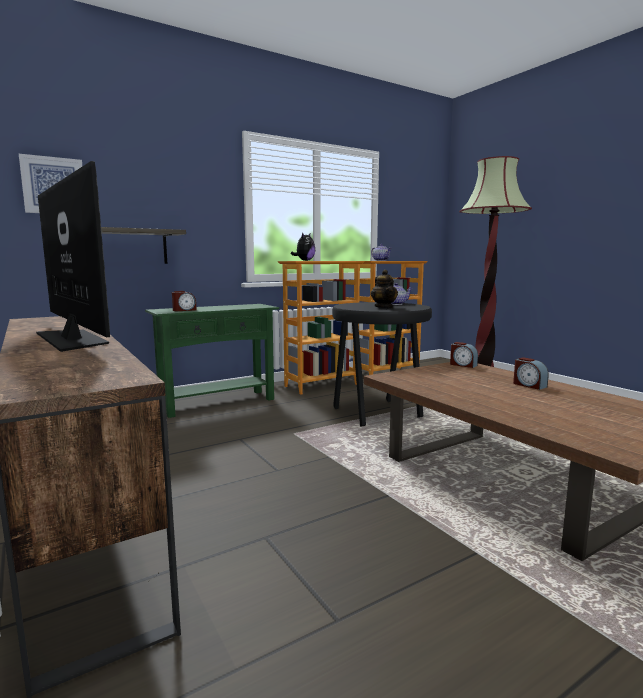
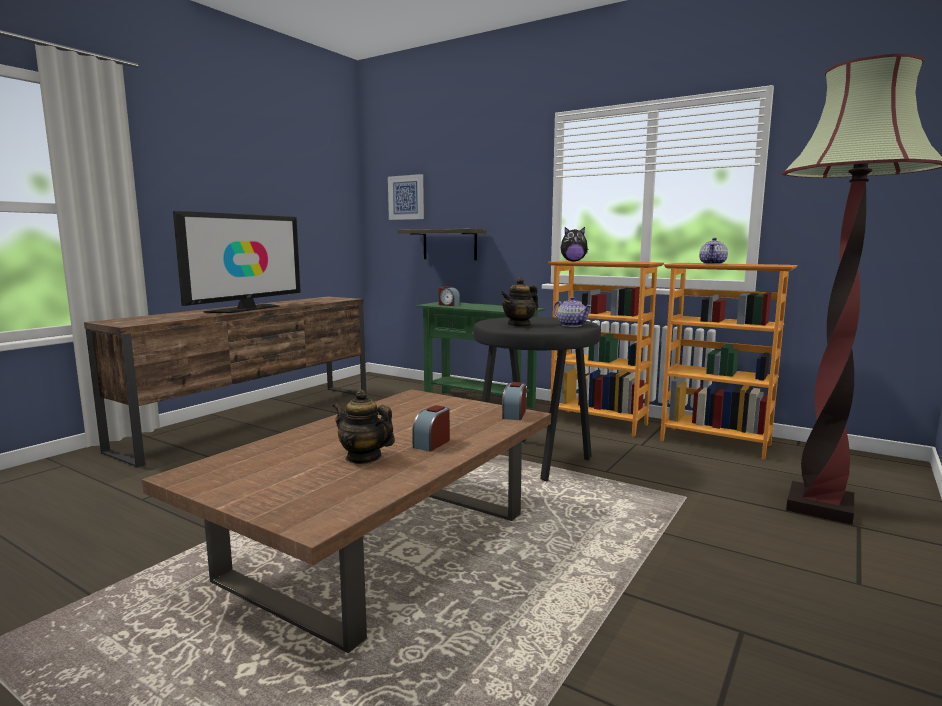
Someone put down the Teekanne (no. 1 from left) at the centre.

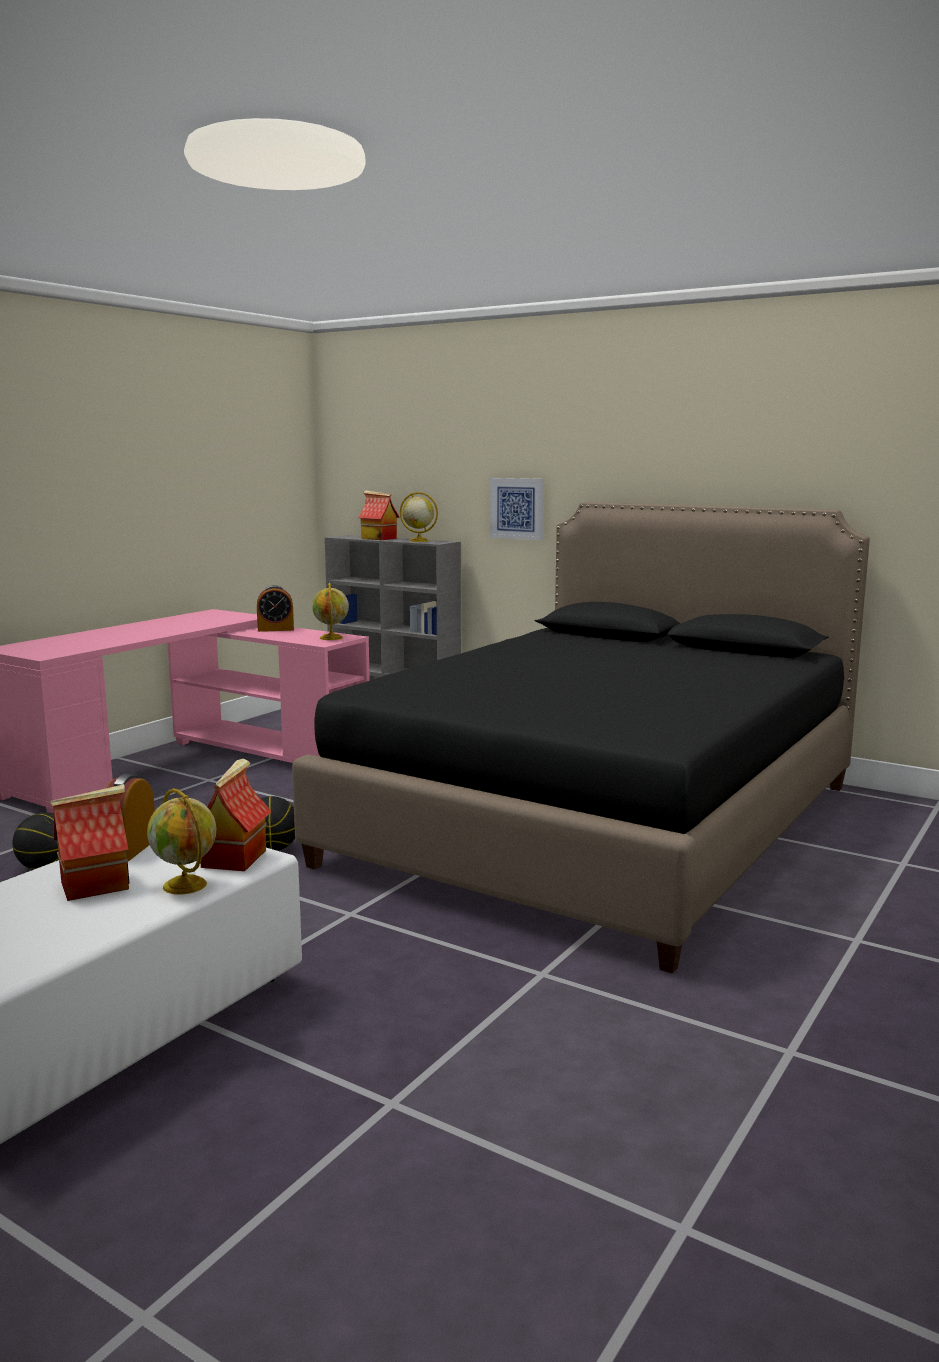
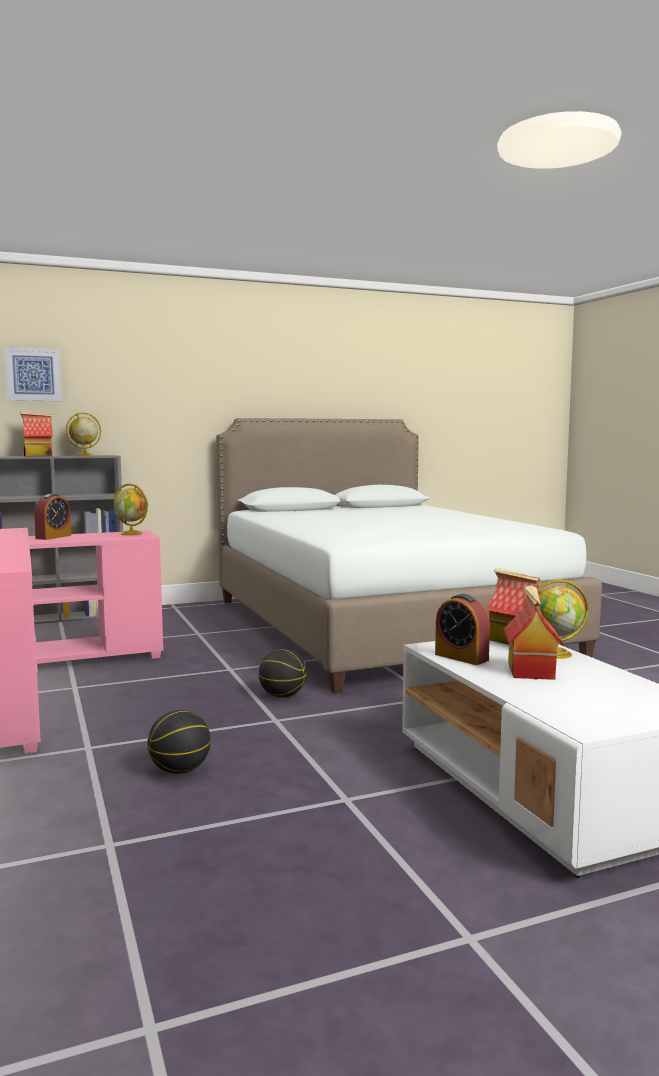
Someone carried the Bild from the centre to the middle left.
Someone repainted the Bett [schwarz] at the centre, which became the Bett [weiß] at the centre.

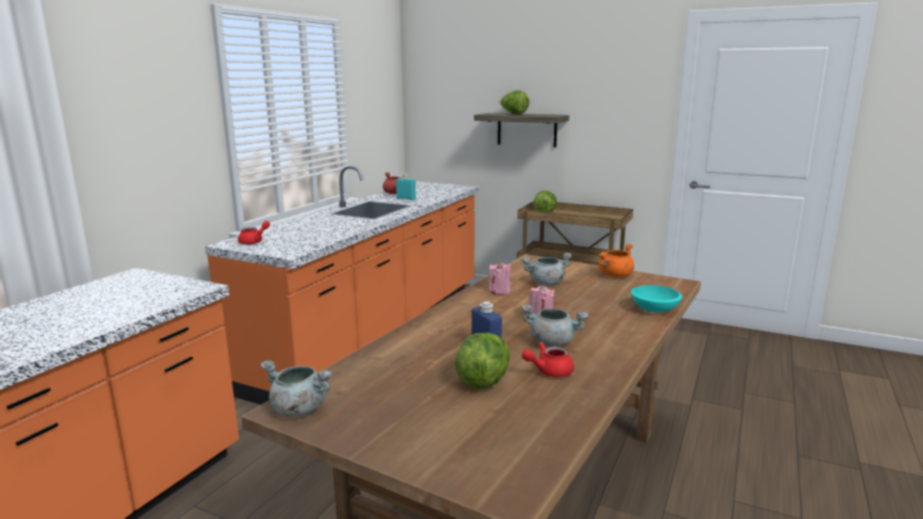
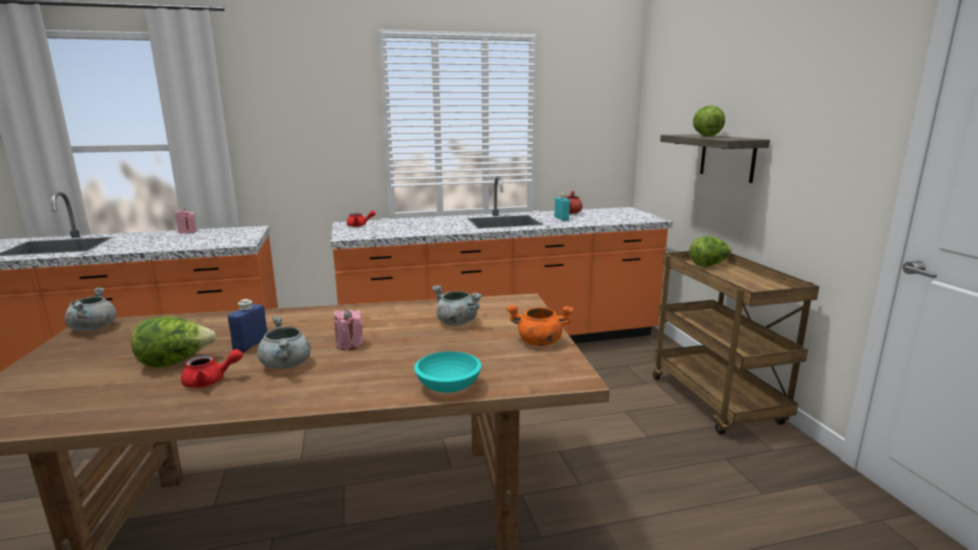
Someone carried the Kerze [rosa] (no. 1 from left) from the centre to the middle left.
Someone rotated the Teekanne [rot] (no. 2 from left in the first image) at the bottom centre by 135 degrees clockwise.

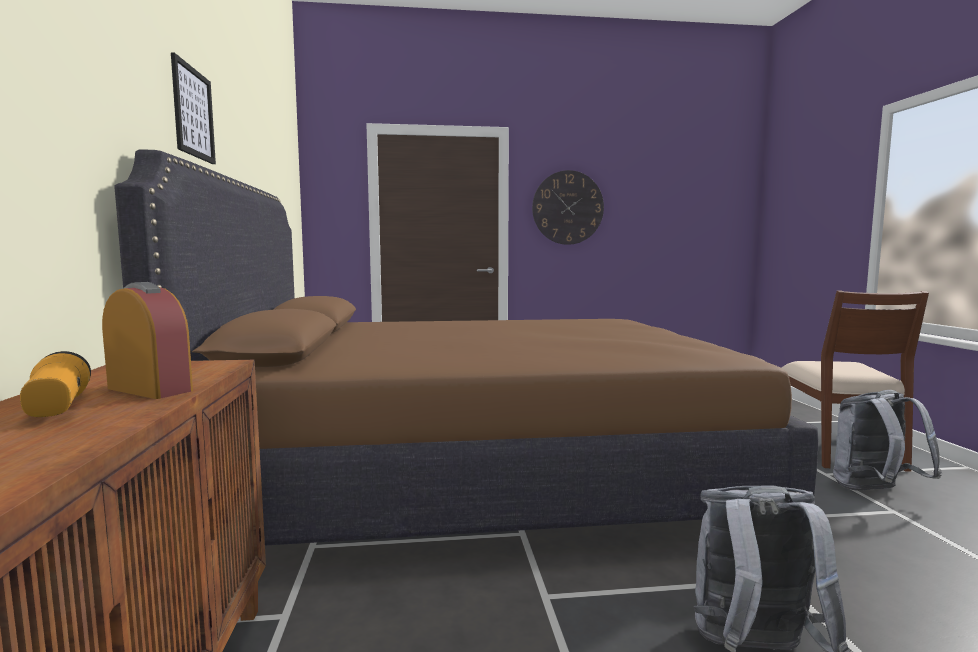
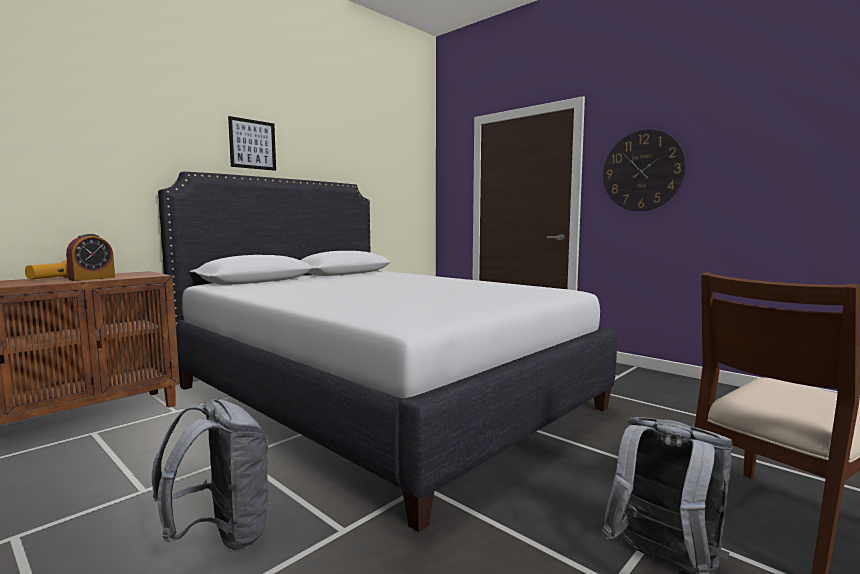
Someone repainted the Bett [braun] at the centre, which became the Bett [weiß] at the centre.
Someone rotated the Wecker at the middle left by 45 degrees clockwise.

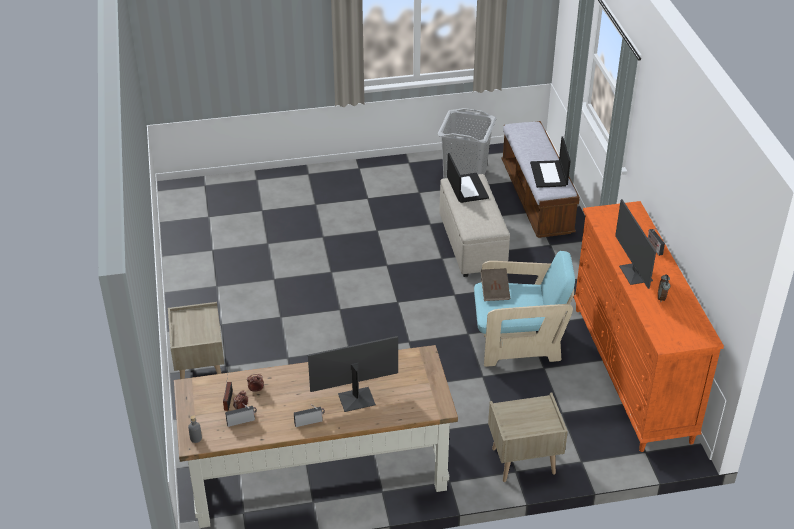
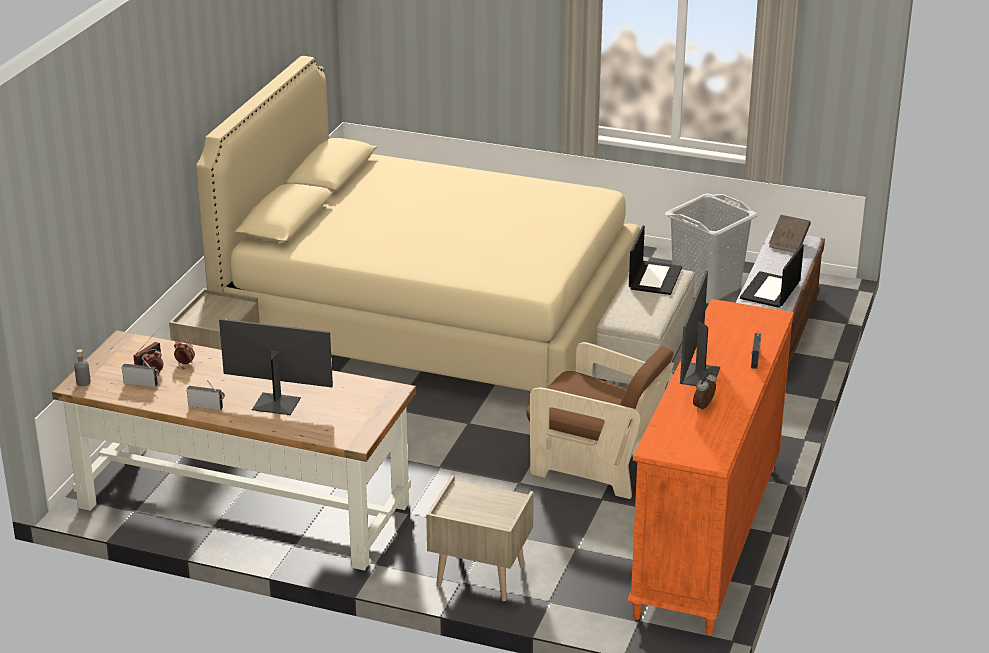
Someone repainted the Sessel [türkis] at the centre, which became the Sessel [braun] at the centre.
Someone carried the Buch [braun] from the centre to the middle right.
Someone put down the Bett [beige] at the centre.

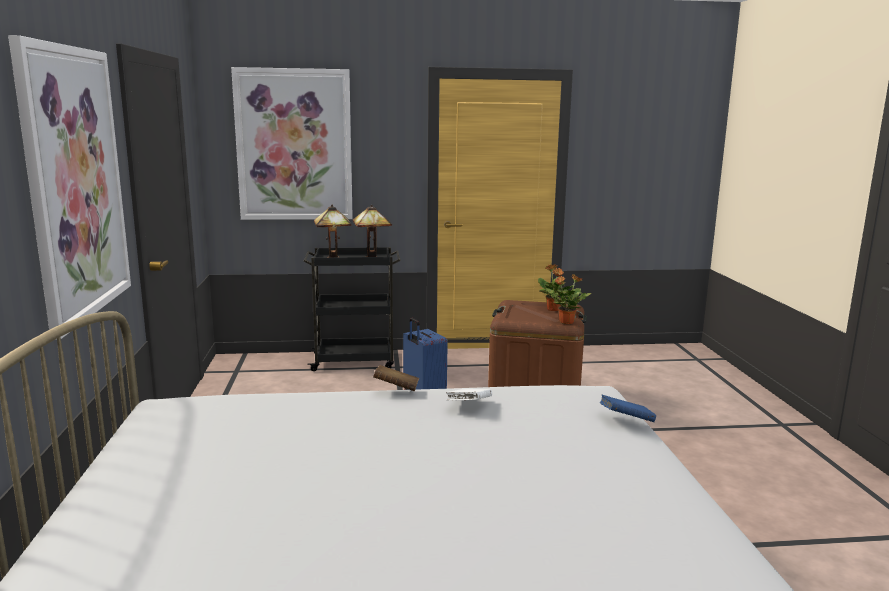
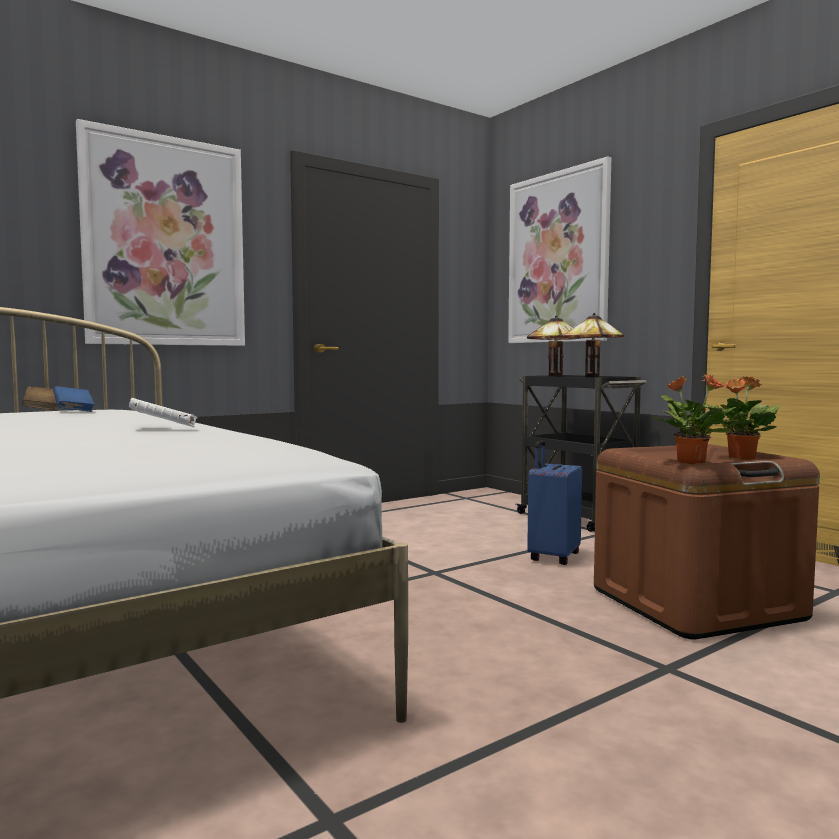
Someone carried the Buch [braun] from the centre to the middle left.
Someone carried the Buch [blau] from the bottom right to the middle left.

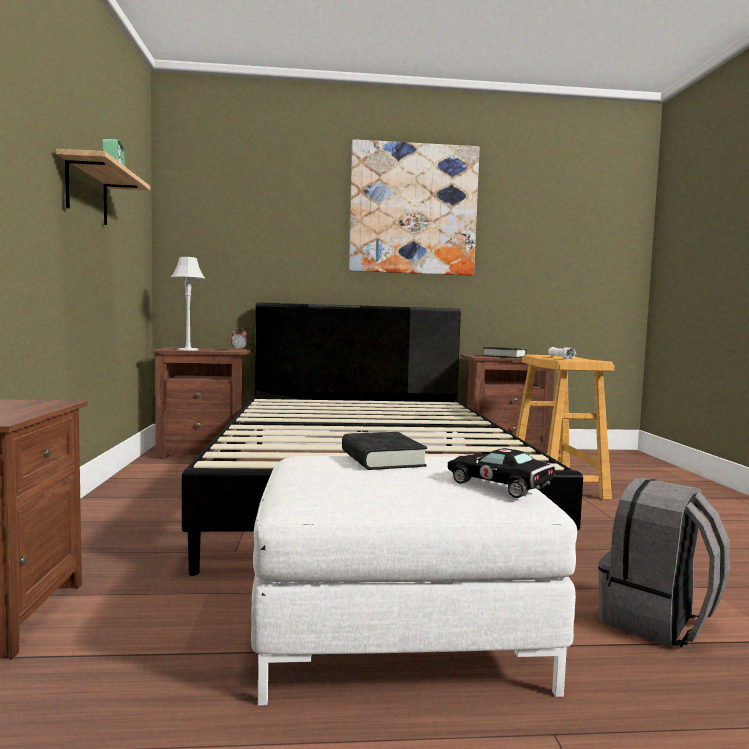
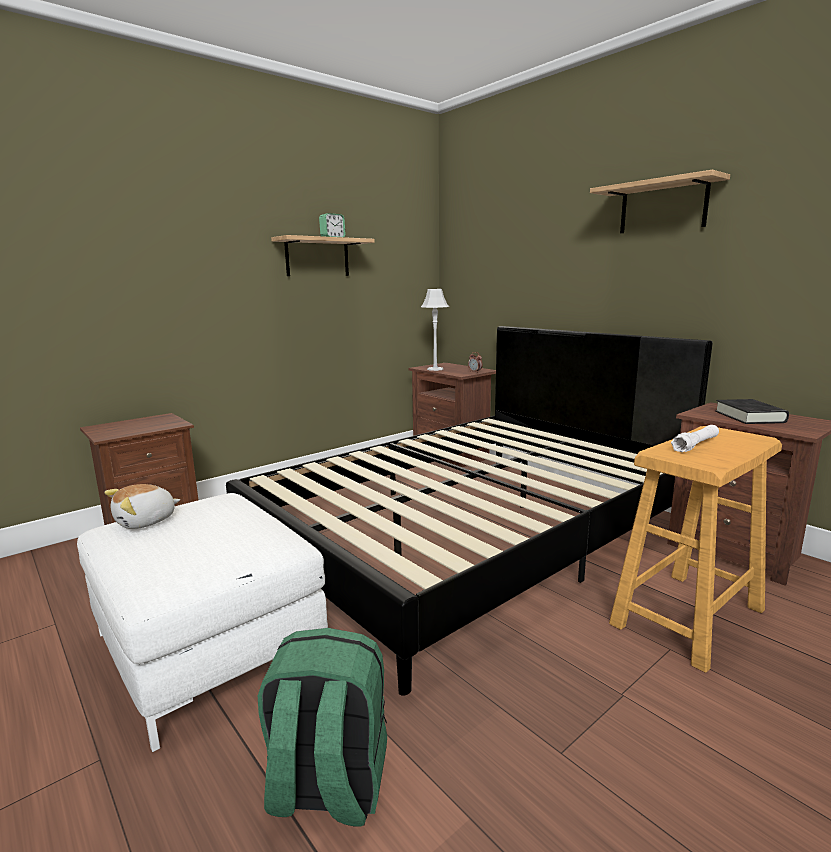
Someone swapped the Bild at the top centre for the Wandregal (no. 2 from left) at the top right.
Someone took away the Buch [schwarz] (no. 1 from left) at the centre.
Someone took away the Spielzeugauto [schwarz] at the middle right.
Someone repainted the Rucksack [grau] at the bottom right, which became the Rucksack [grün] at the bottom centre.
Someone put down the Plüschtier at the middle left.

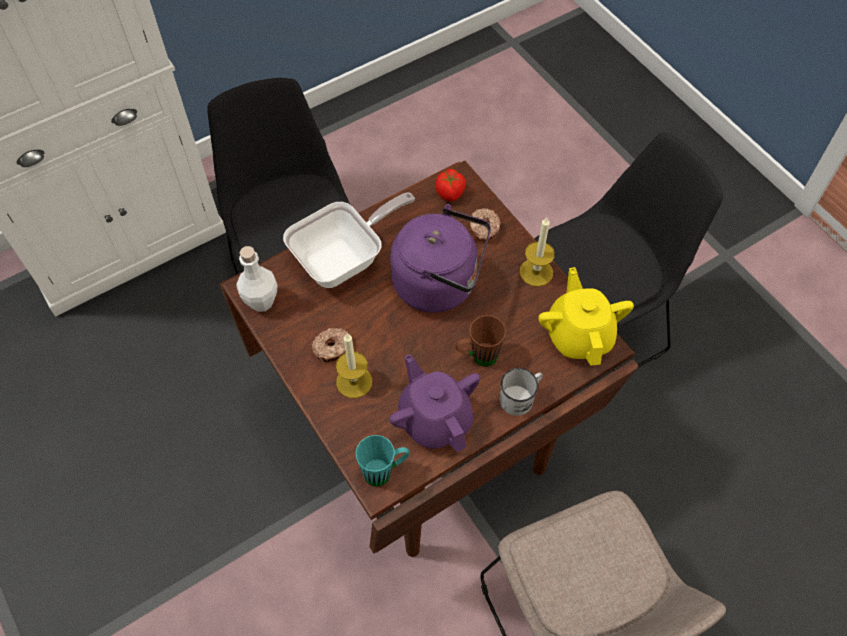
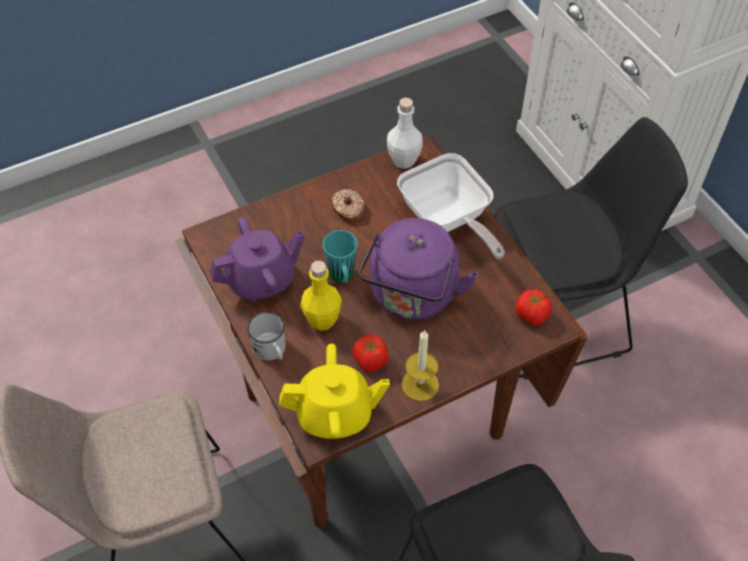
Someone took away the Donut (no. 2 from left) at the centre.
Someone swapped the Henkelbecher [braun] at the centre for the Flasche [gelb] at the centre.
Someone took away the Kerze (no. 1 from left) at the centre.
Someone carried the Henkelbecher [türkis] from the bottom centre to the centre.
Someone put down the Tomate (no. 1 from left) at the centre.

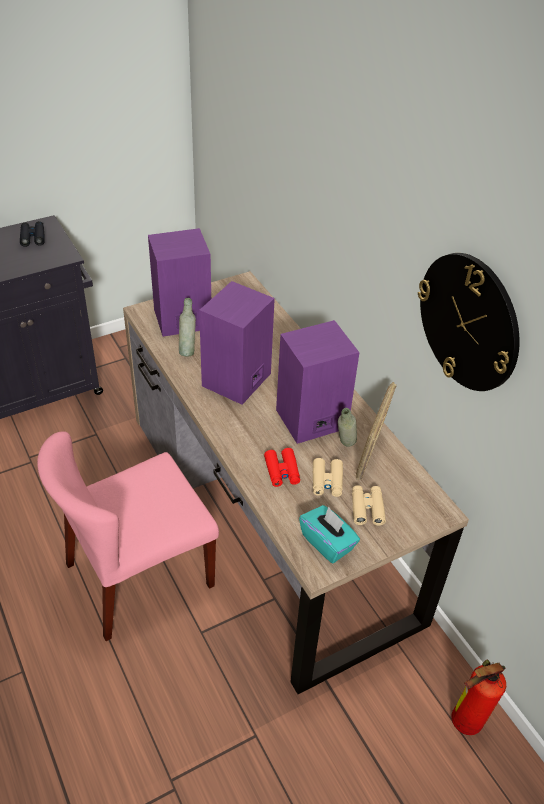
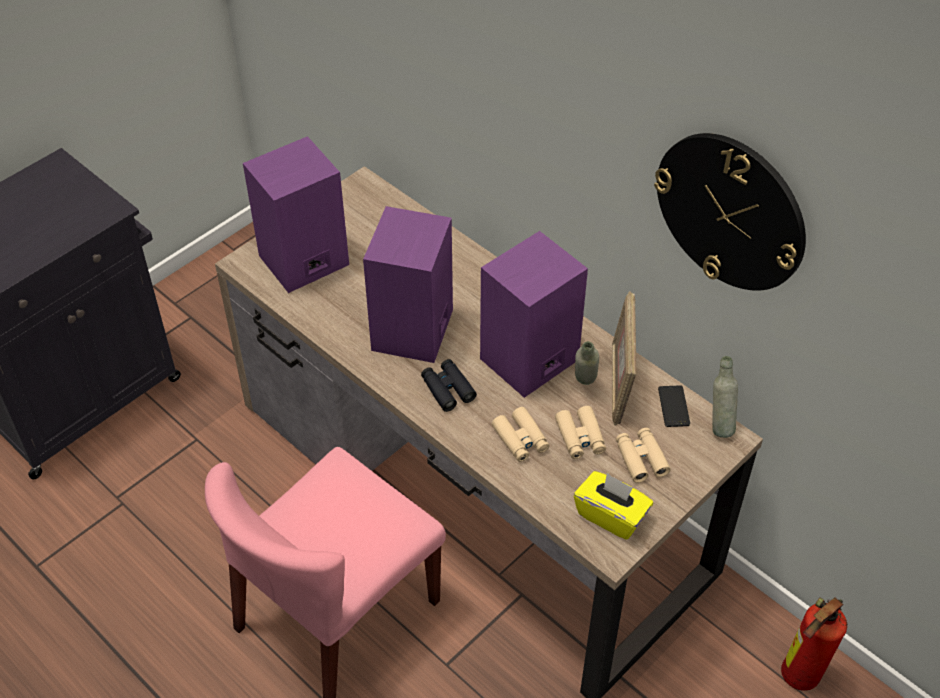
Someone carried the Fernglas [schwarz] from the top left to the centre.
Someone carried the Flasche [grau] (no. 1 from left in the first image) from the centre to the middle right.
Someone repainted the Fernglas [rot] at the centre, which became the Fernglas [beige] (no. 1 from left) at the centre.
Someone repainted the Taschentuchbox [türkis] at the centre, which became the Taschentuchbox [gelb] at the bottom centre.
Someone put down the Handy at the middle right.

